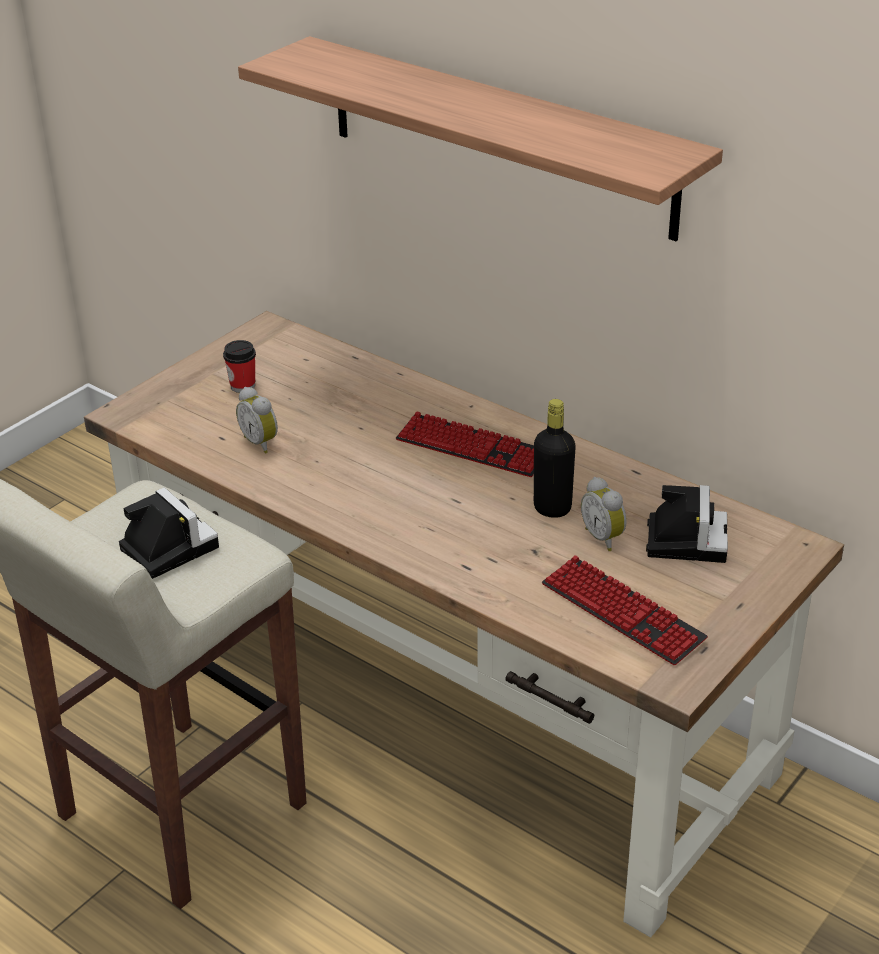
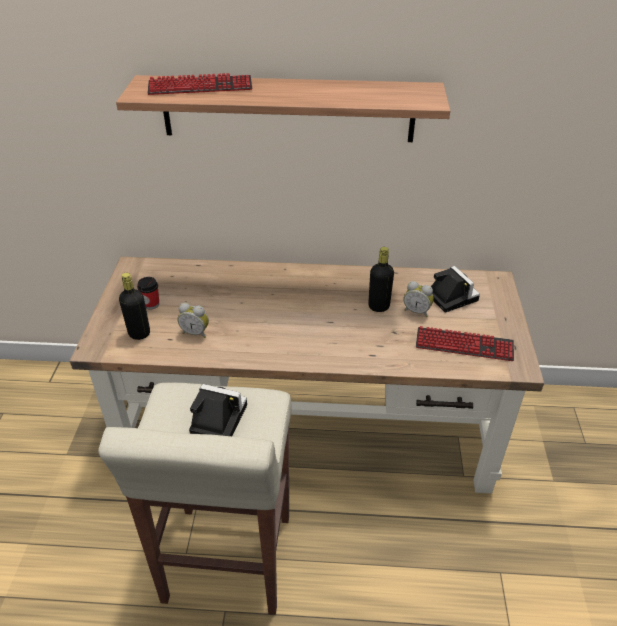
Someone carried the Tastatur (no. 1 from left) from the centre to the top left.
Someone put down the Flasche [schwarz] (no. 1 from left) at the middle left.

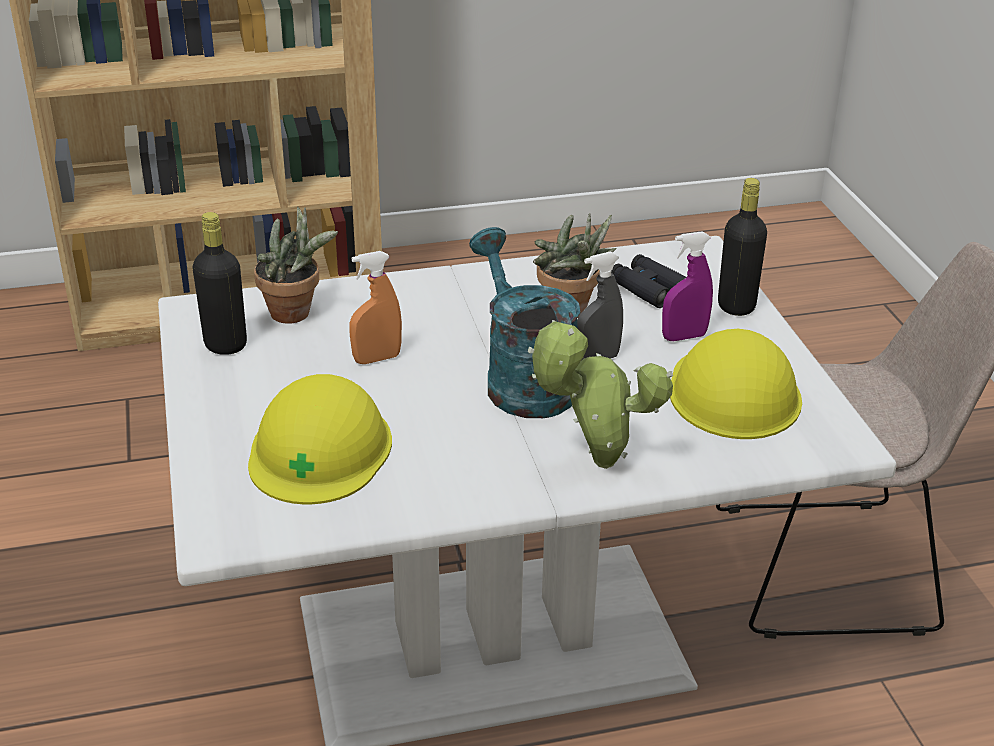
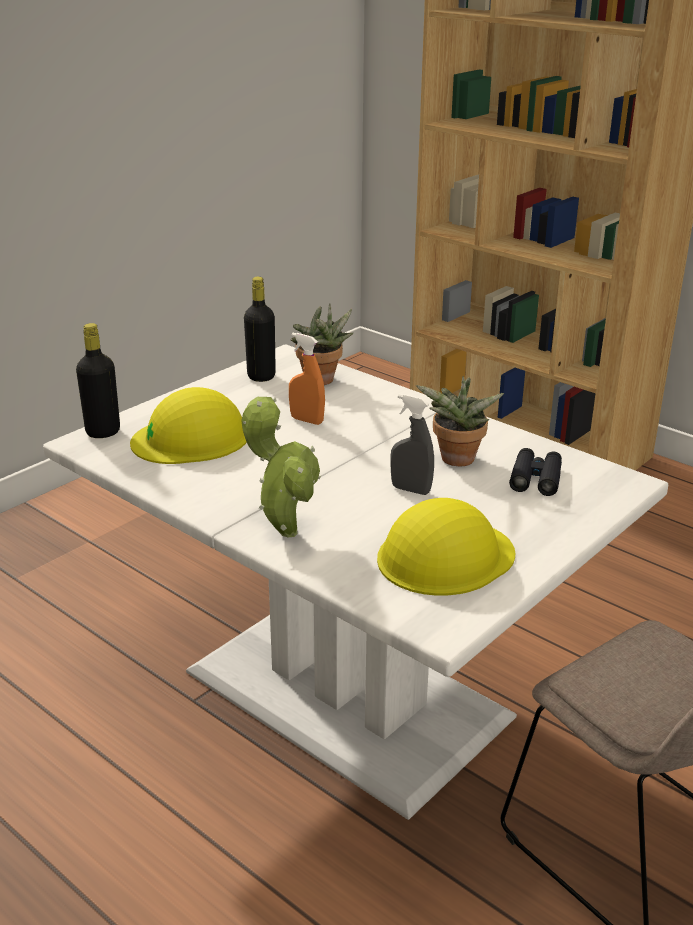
Someone carried the Flasche [schwarz] (no. 2 from left in the first image) from the top right to the middle left.
Someone took away the Gießkanne [türkis] at the centre.
Someone took away the Sprühflasche [lila] at the middle right.

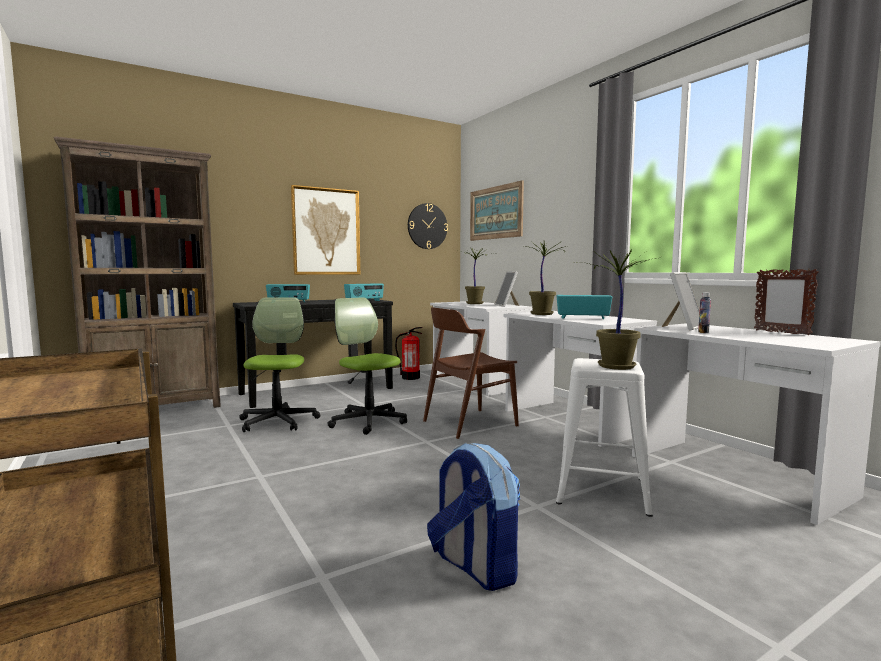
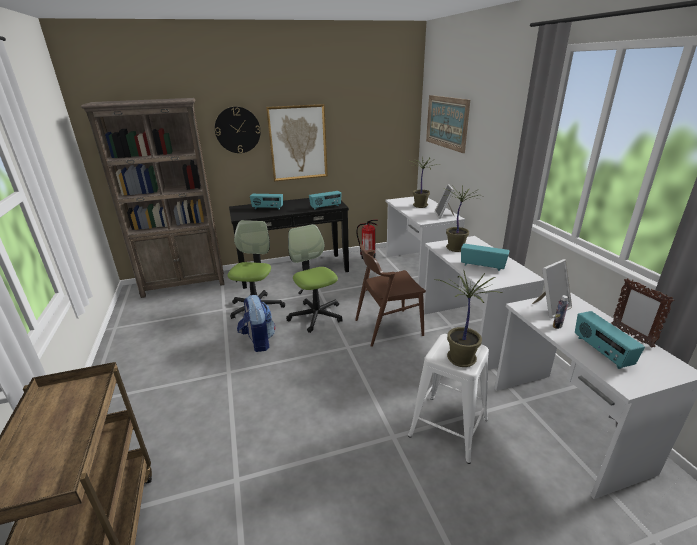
Someone carried the Wanduhr from the centre to the top centre.
Someone carried the Rucksack from the bottom centre to the centre.
Someone put down the Radio (no. 4 from left) at the middle right.

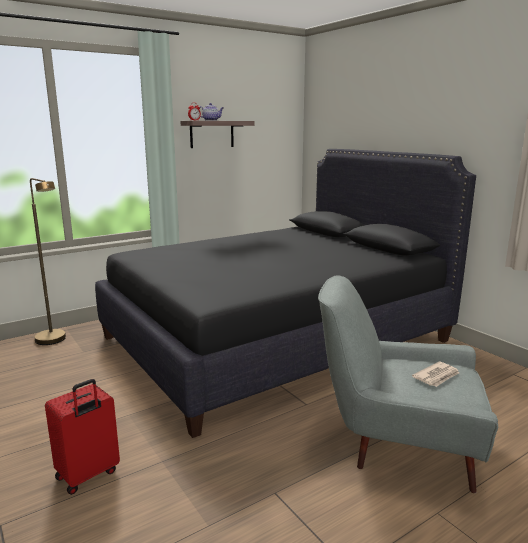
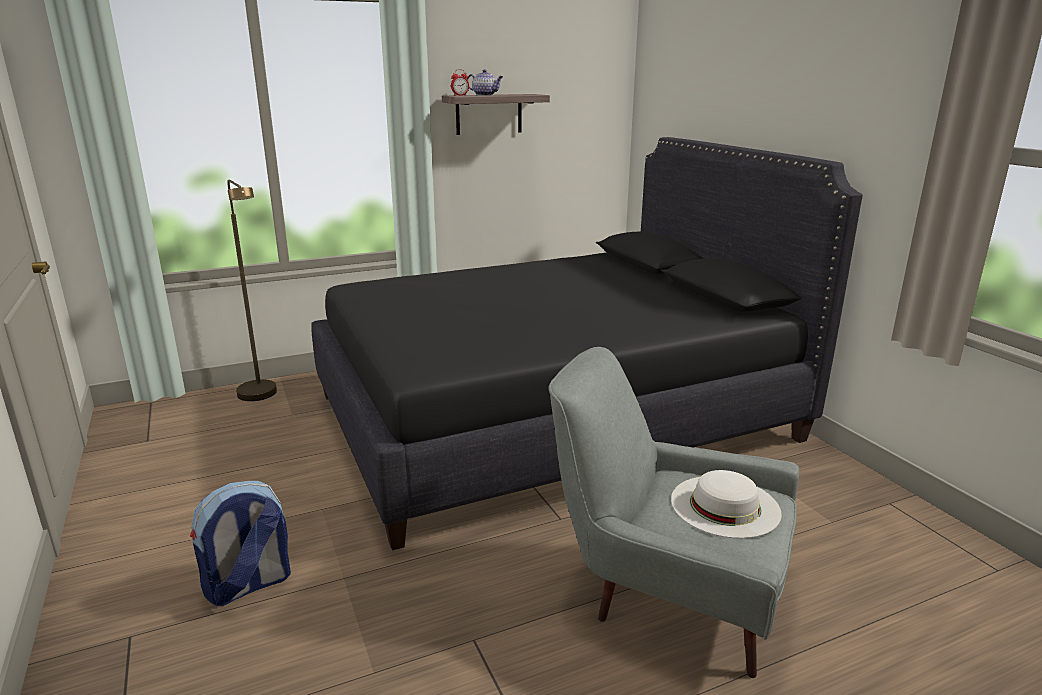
Someone swapped the Zeitung at the bottom right for the Hut [weiß] at the bottom right.
Someone swapped the Koffer [rot] at the bottom left for the Rucksack at the bottom left.

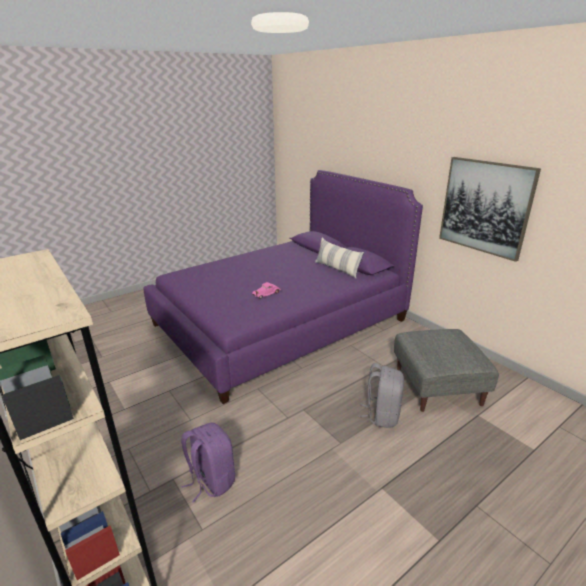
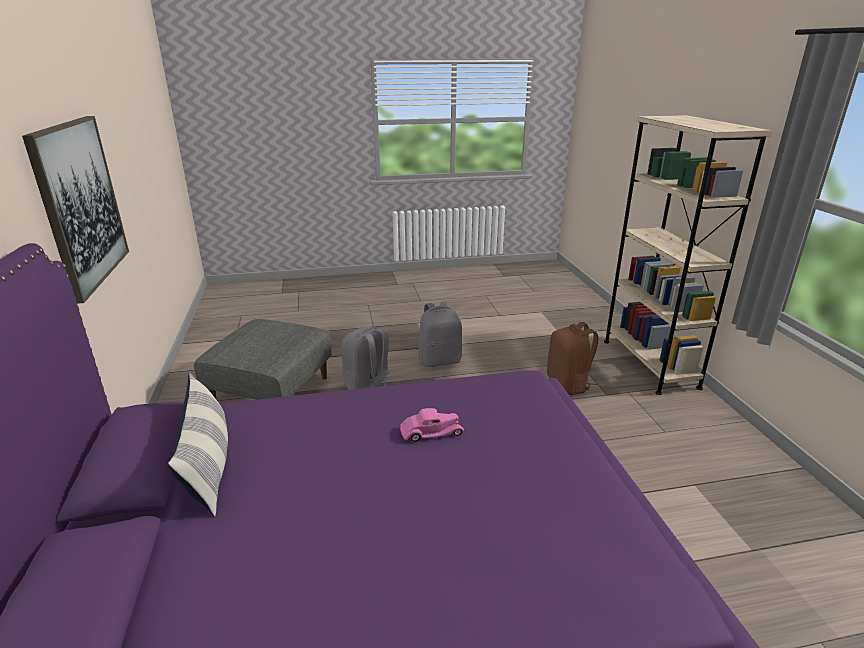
Someone repainted the Rucksack [lila] at the bottom centre, which became the Rucksack [braun] at the centre.
Someone put down the Rucksack [grau] (no. 2 from left) at the centre.

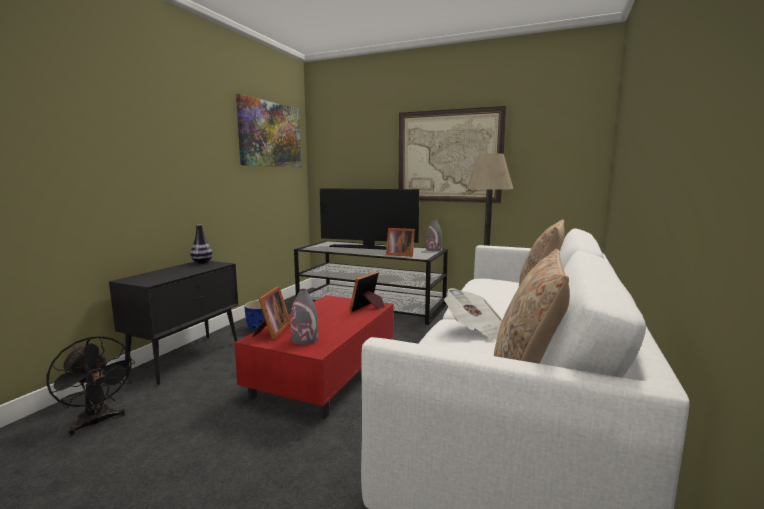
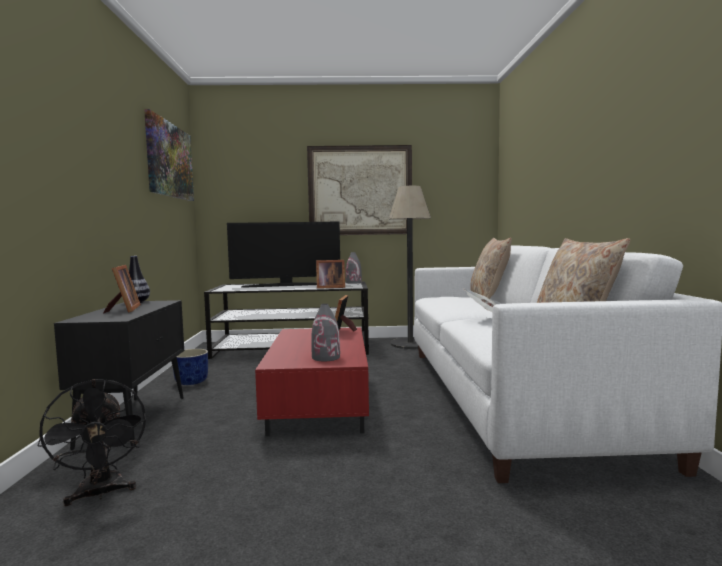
Someone carried the Bilderrahmen (no. 1 from left) from the centre to the middle left.
Someone rotated the Ventilator [schwarz] at the bottom left by 45 degrees clockwise.

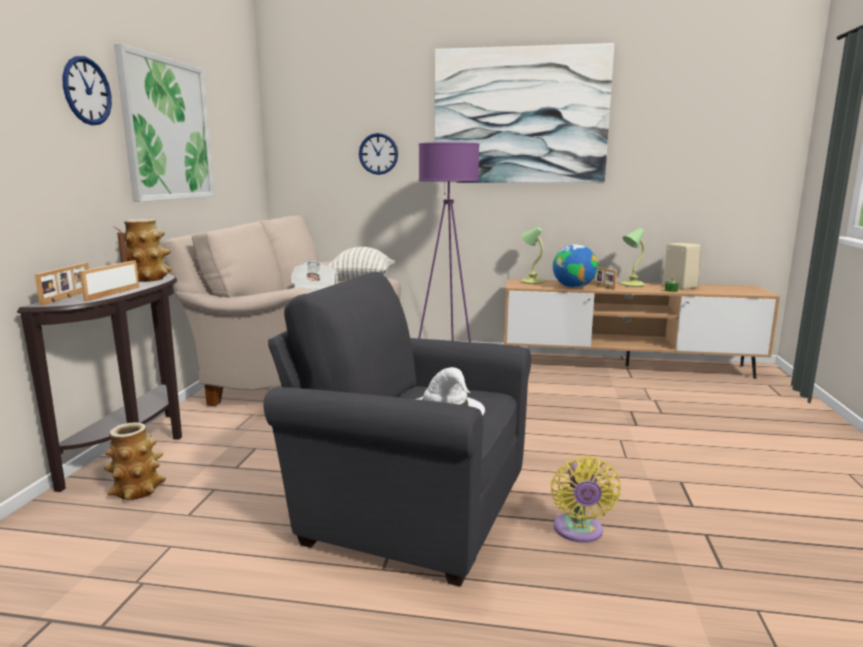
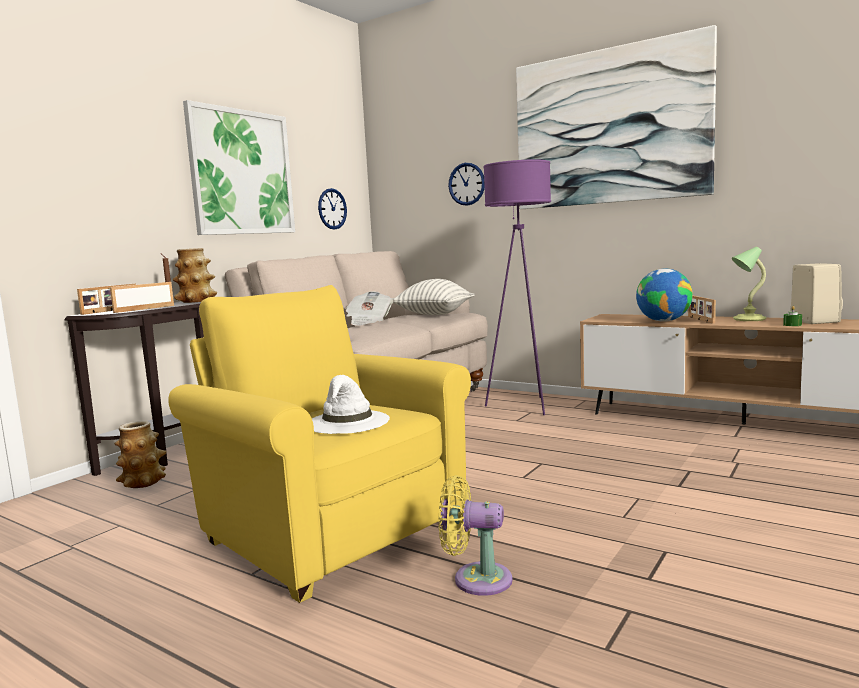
Someone carried the Wanduhr (no. 1 from left) from the top left to the top centre.
Someone took away the Tischlampe (no. 1 from left) at the centre.
Someone repainted the Sessel [grau] at the centre, which became the Sessel [gelb] at the centre.
Someone rotated the Ventilator [gelb] at the bottom right by 75 degrees clockwise.

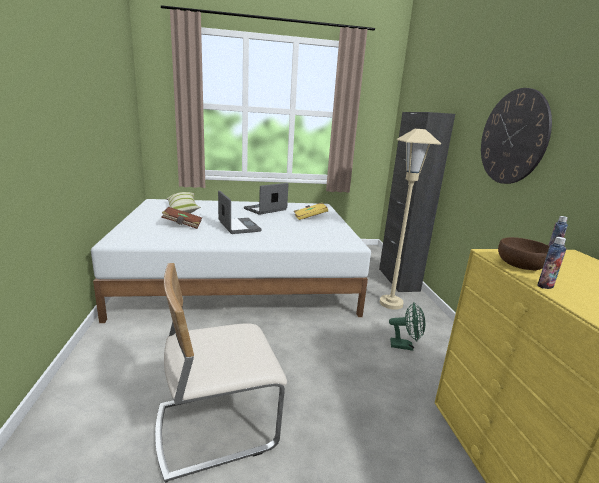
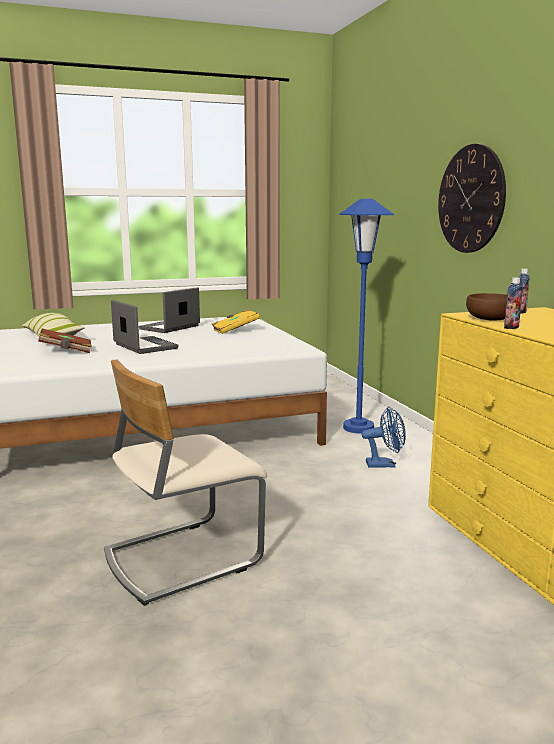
Someone took away the Schrank [schwarz] at the middle right.
Someone repainted the Stehlampe [beige] at the middle right, which became the Stehlampe [blau] at the centre.
Someone repainted the Ventilator [grün] at the bottom right, which became the Ventilator [blau] at the middle right.

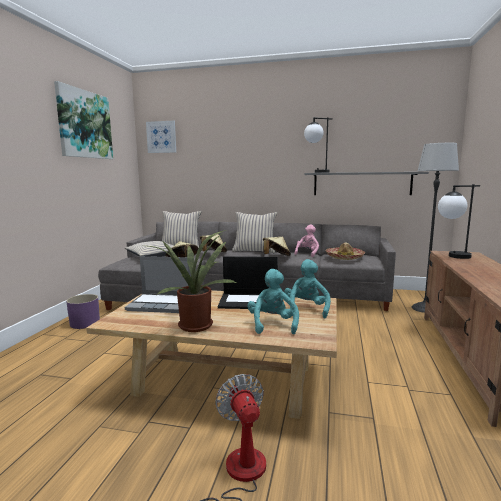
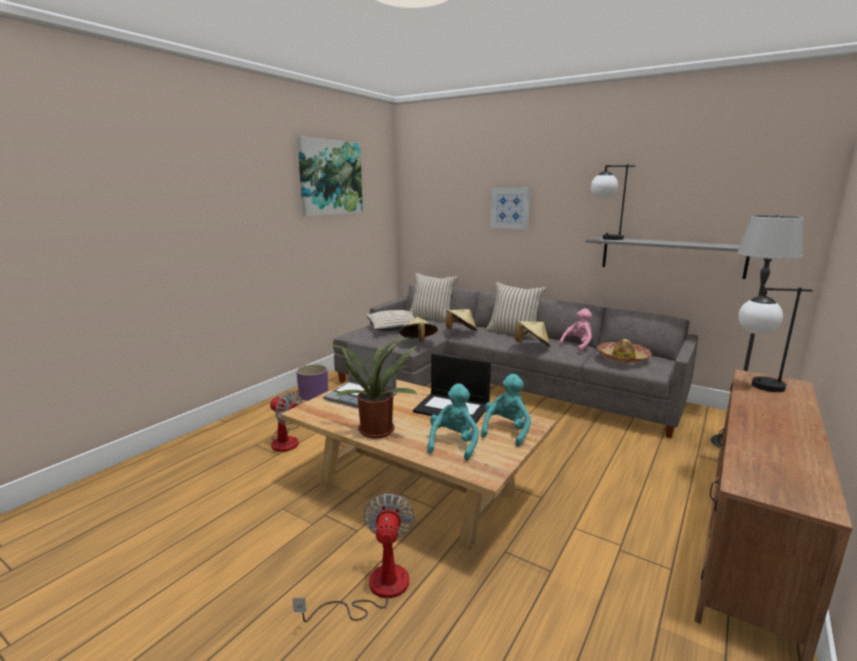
Someone carried the Bild (no. 2 from left) from the top left to the top centre.
Someone put down the Ventilator (no. 1 from left) at the centre.

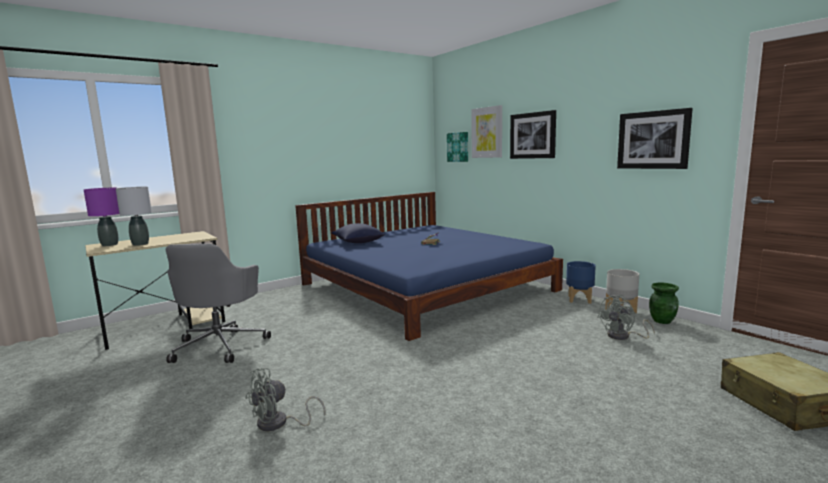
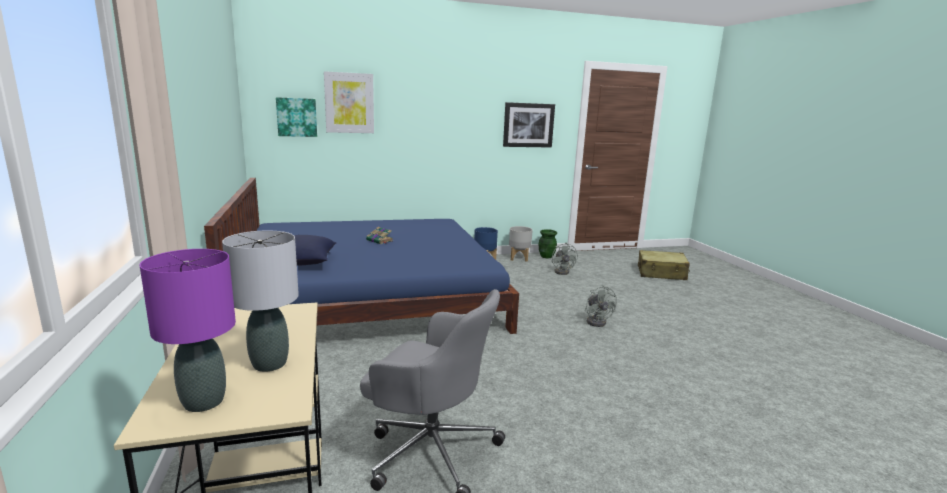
Someone took away the Bild (no. 3 from left) at the top centre.
Someone carried the Ventilator [grau] (no. 1 from left in the first image) from the bottom centre to the centre.

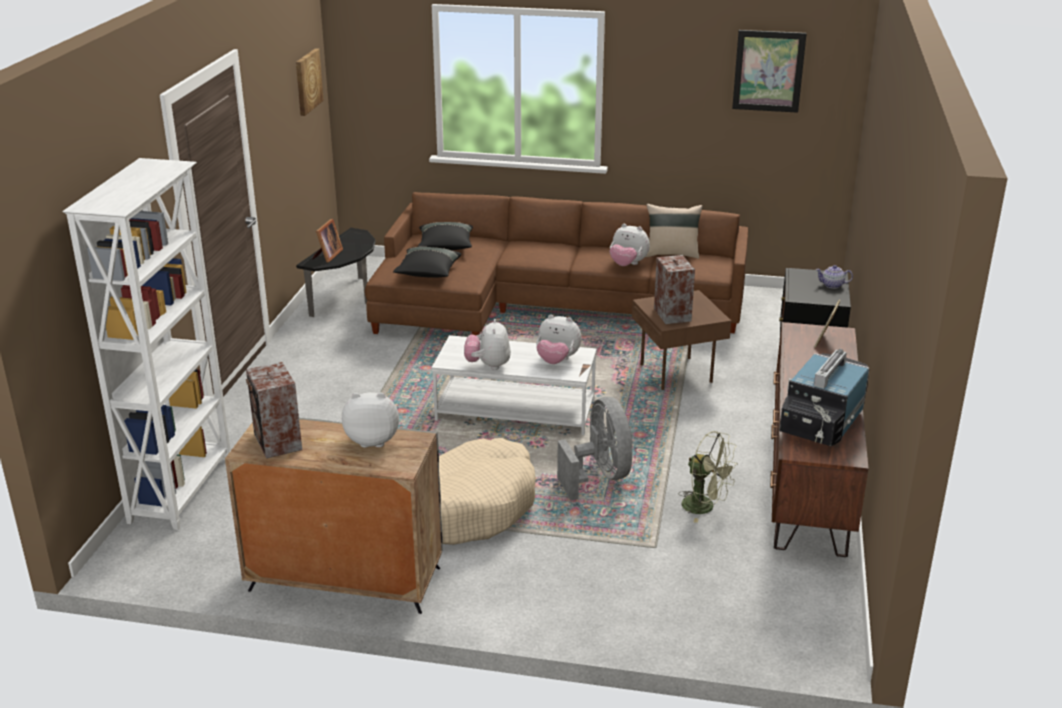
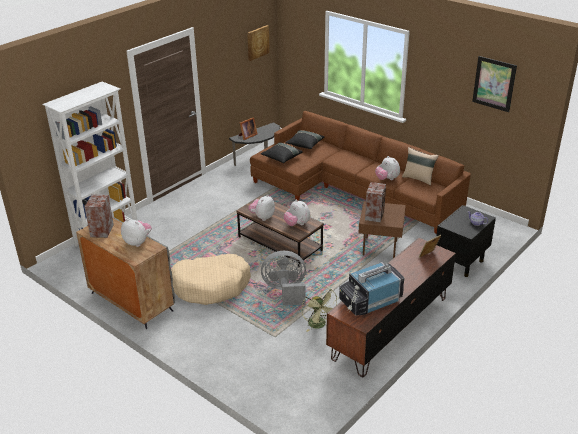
Someone repainted the Couchtisch [weiß] at the centre, which became the Couchtisch [braun] at the centre.
Someone rotated the Ventilator [grau] at the centre by 105 degrees counterclockwise.

